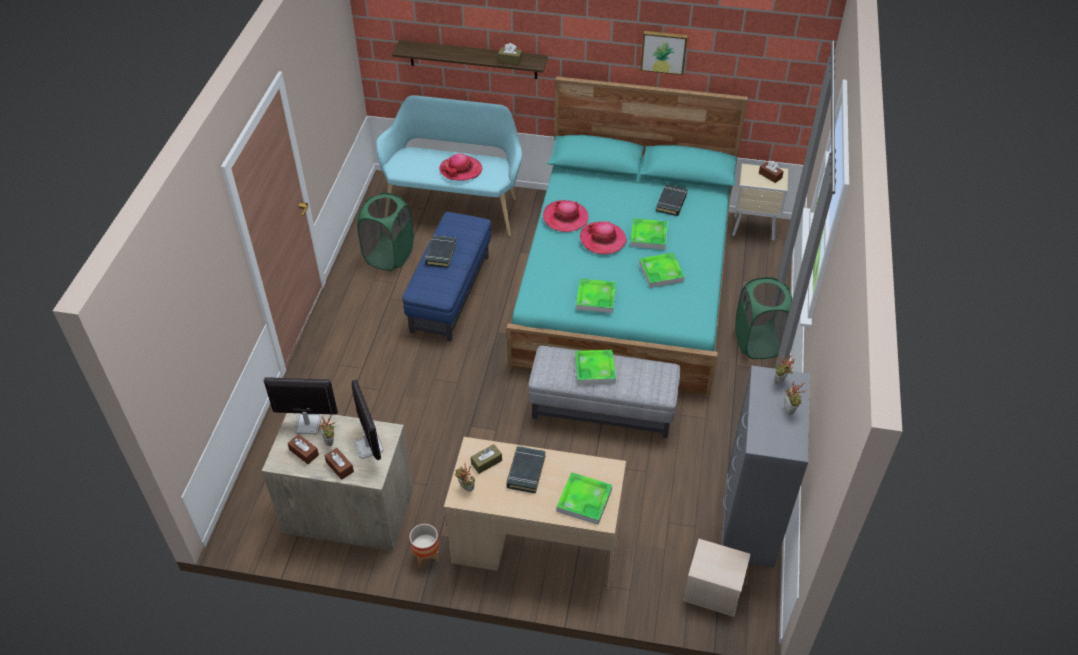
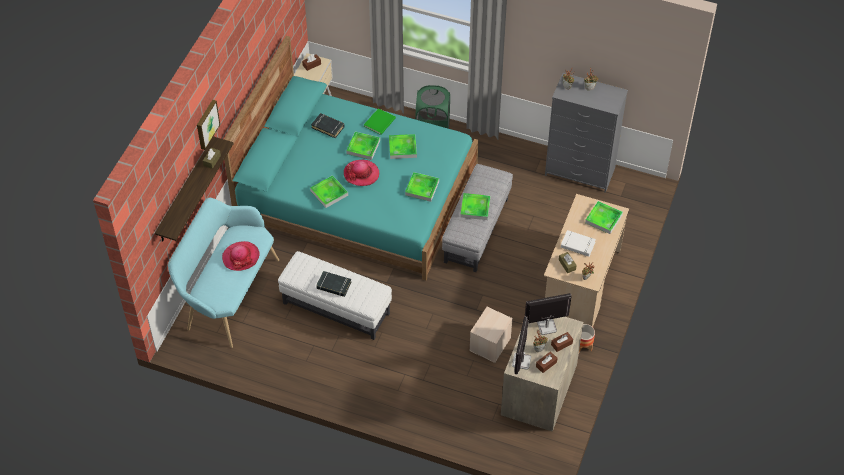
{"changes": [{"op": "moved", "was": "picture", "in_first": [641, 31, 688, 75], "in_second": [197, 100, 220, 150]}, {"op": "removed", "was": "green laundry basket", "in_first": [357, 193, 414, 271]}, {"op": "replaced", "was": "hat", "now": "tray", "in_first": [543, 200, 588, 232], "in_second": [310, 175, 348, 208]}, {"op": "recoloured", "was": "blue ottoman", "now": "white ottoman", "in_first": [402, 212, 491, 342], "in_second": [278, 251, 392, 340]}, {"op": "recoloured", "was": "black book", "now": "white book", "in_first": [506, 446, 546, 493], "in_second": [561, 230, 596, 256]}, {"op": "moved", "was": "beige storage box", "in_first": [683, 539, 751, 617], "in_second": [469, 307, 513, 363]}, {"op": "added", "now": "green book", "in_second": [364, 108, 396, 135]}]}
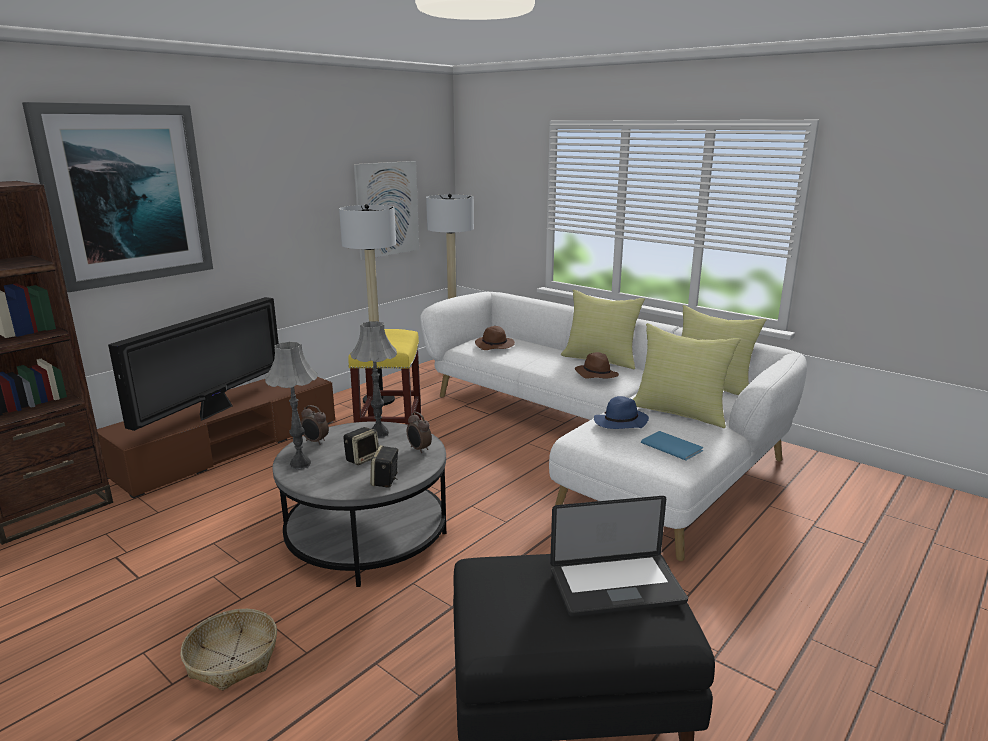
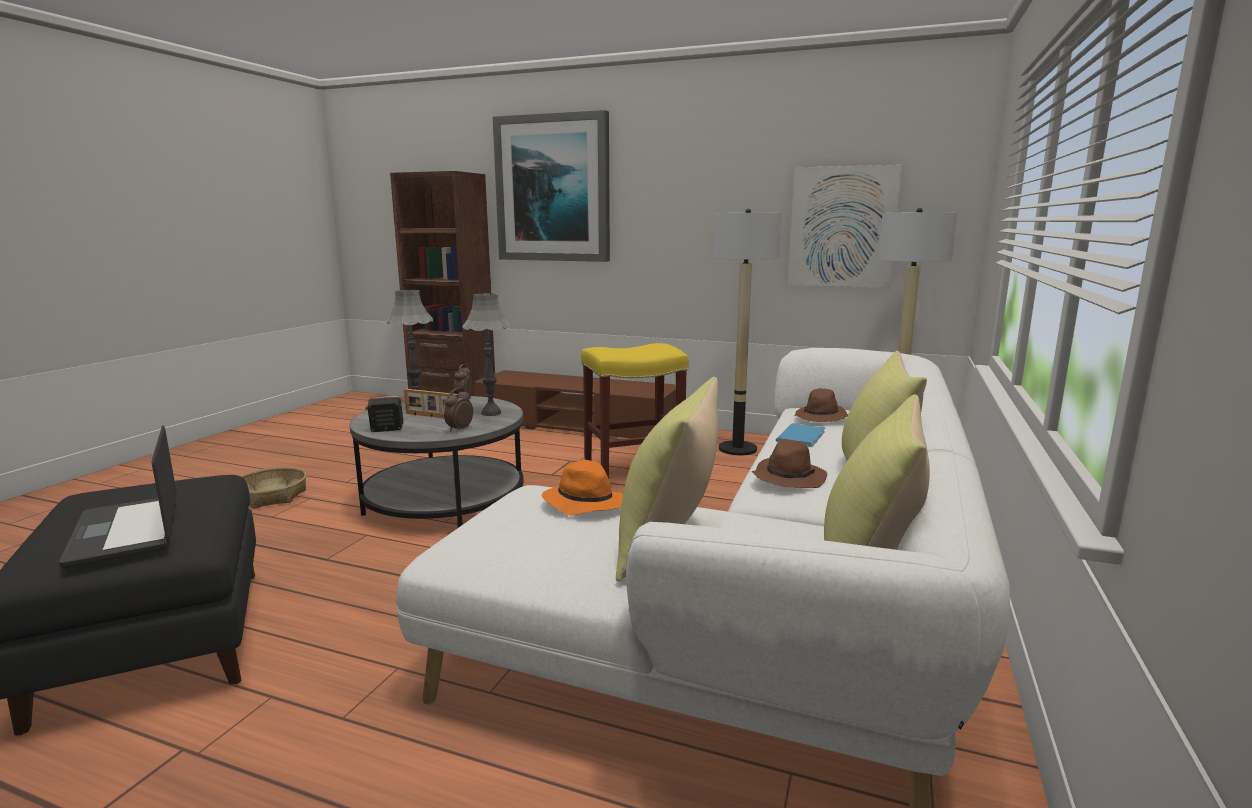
{"changes": [{"op": "removed", "was": "television", "in_first": [108, 297, 279, 431]}, {"op": "recoloured", "was": "blue hat", "now": "orange hat", "in_first": [594, 396, 649, 429], "in_second": [542, 460, 623, 515]}, {"op": "replaced", "was": "speaker", "now": "picture frame", "in_first": [343, 427, 379, 465], "in_second": [404, 389, 457, 418]}, {"op": "moved", "was": "blue book", "in_first": [641, 431, 704, 460], "in_second": [776, 423, 825, 447]}]}
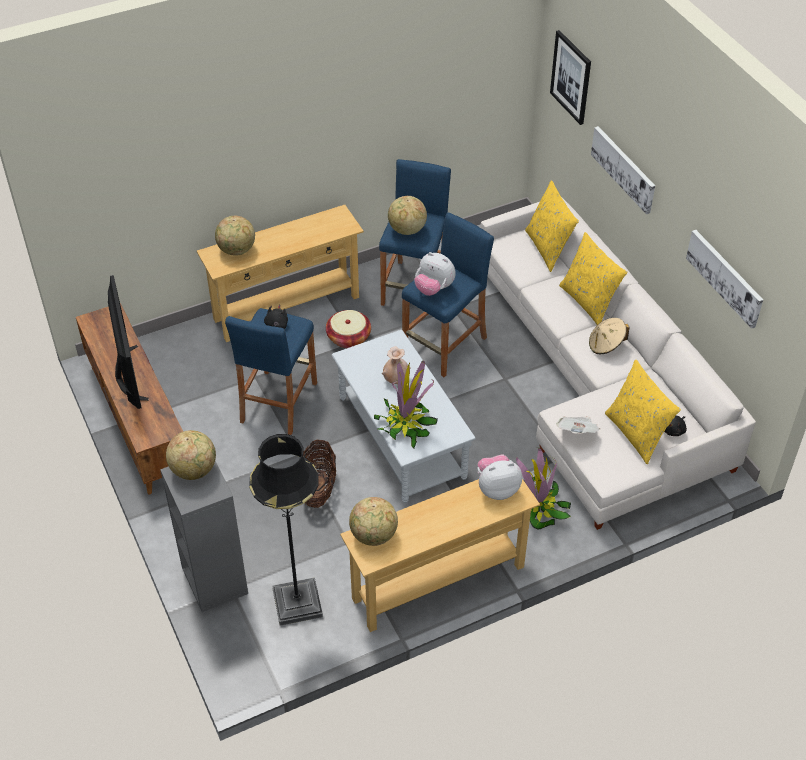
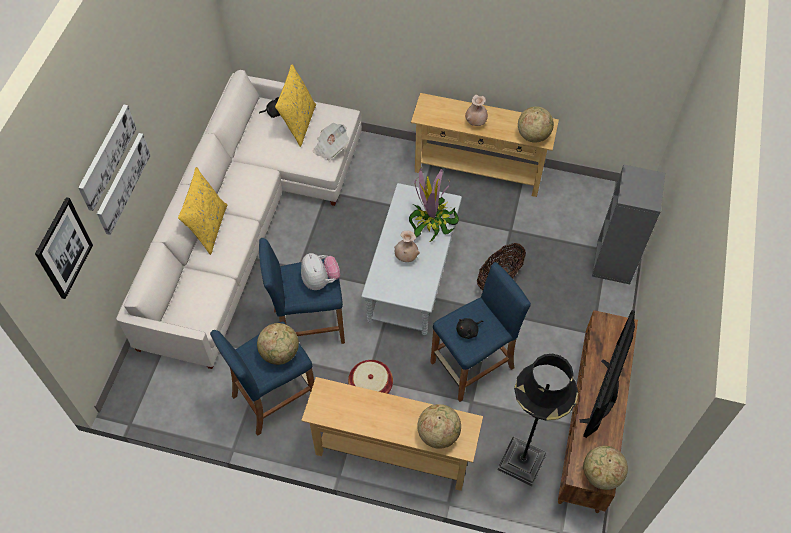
{"changes": [{"op": "removed", "was": "yellow pillow", "in_first": [525, 180, 579, 272]}, {"op": "moved", "was": "picture", "in_first": [686, 230, 763, 329], "in_second": [78, 105, 136, 211]}, {"op": "removed", "was": "beige hat", "in_first": [589, 318, 630, 354]}, {"op": "moved", "was": "globe", "in_first": [166, 430, 216, 480], "in_second": [583, 446, 628, 490]}, {"op": "moved", "was": "black floor lamp", "in_first": [249, 434, 323, 626], "in_second": [498, 354, 578, 486]}, {"op": "removed", "was": "potted plant", "in_first": [516, 447, 571, 529]}, {"op": "removed", "was": "plush toy", "in_first": [477, 454, 522, 500]}, {"op": "added", "now": "beige vase", "in_second": [465, 95, 488, 126]}]}
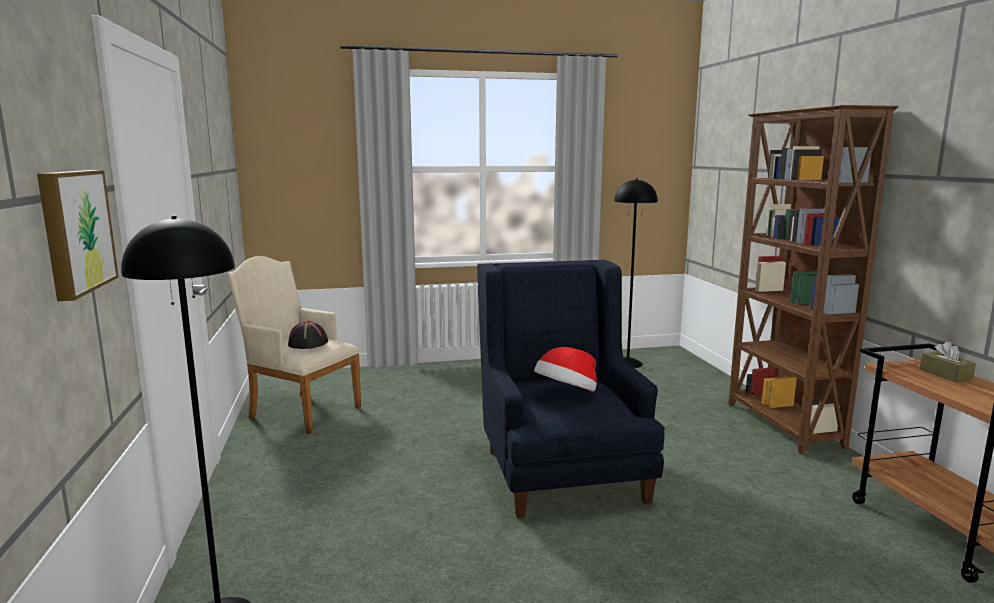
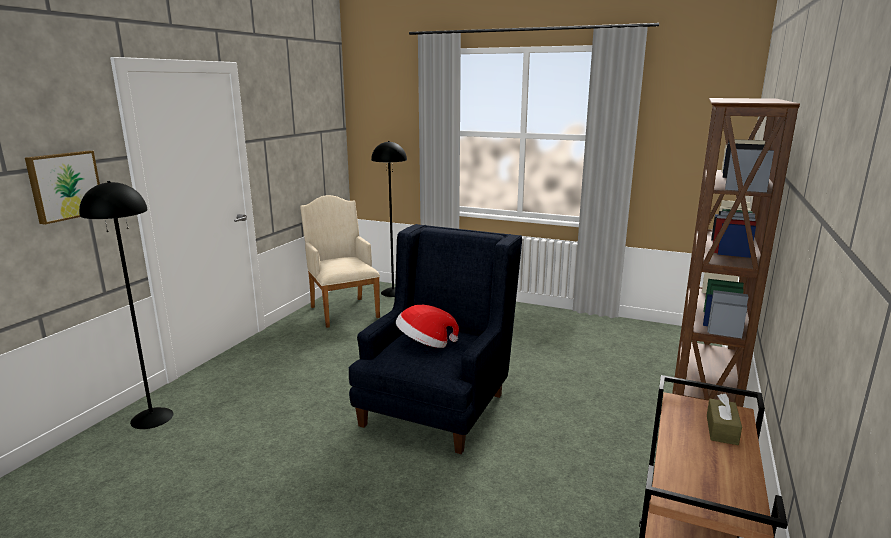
{"changes": [{"op": "moved", "was": "black floor lamp", "in_first": [614, 179, 658, 368], "in_second": [371, 141, 407, 297]}, {"op": "removed", "was": "black hat", "in_first": [288, 321, 328, 349]}]}
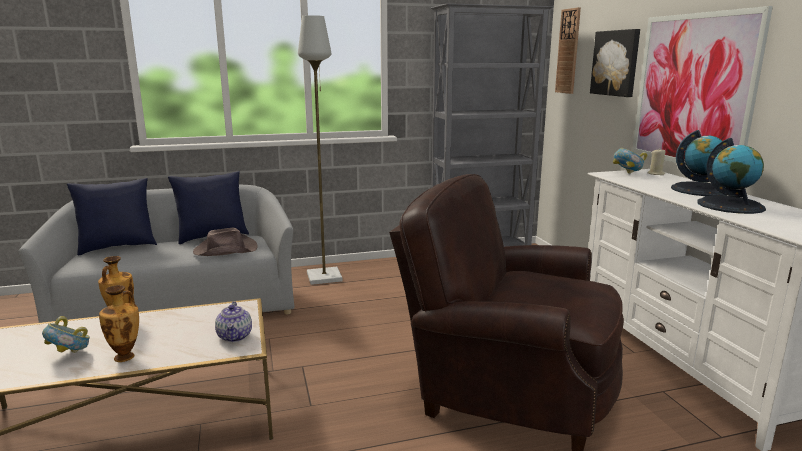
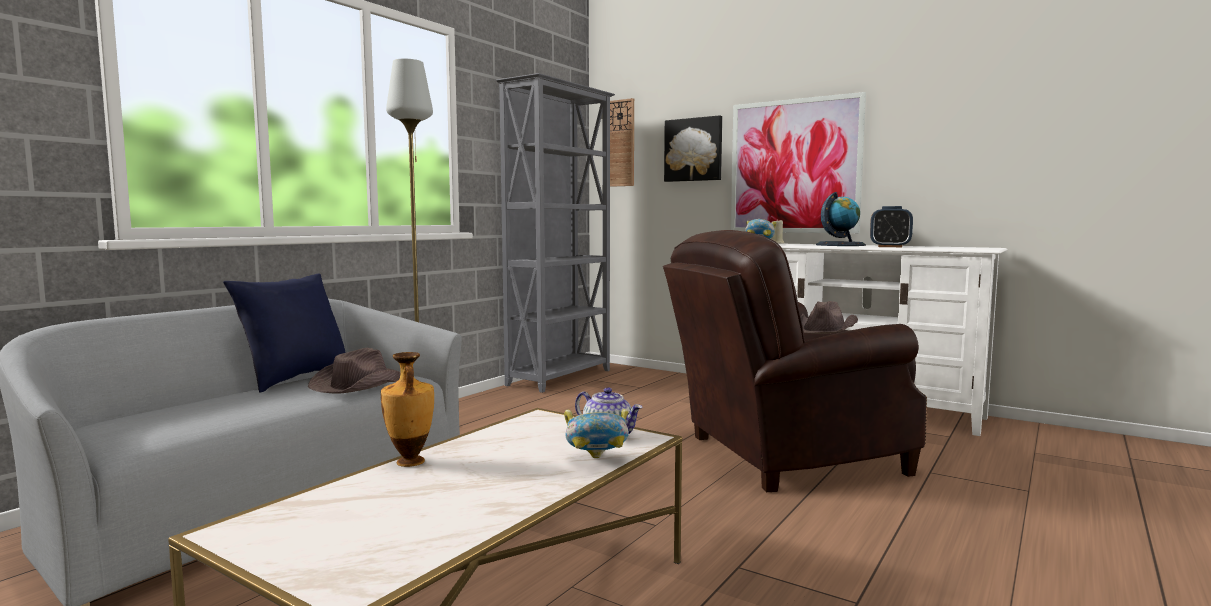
{"changes": [{"op": "replaced", "was": "globe", "now": "alarm clock", "in_first": [697, 138, 766, 214], "in_second": [870, 206, 913, 247]}, {"op": "removed", "was": "blue pillow", "in_first": [67, 178, 157, 255]}, {"op": "removed", "was": "vase", "in_first": [99, 285, 139, 362]}, {"op": "moved", "was": "bowl", "in_first": [42, 316, 90, 353], "in_second": [564, 409, 629, 458]}, {"op": "added", "now": "brown hat", "in_second": [801, 301, 858, 334]}]}
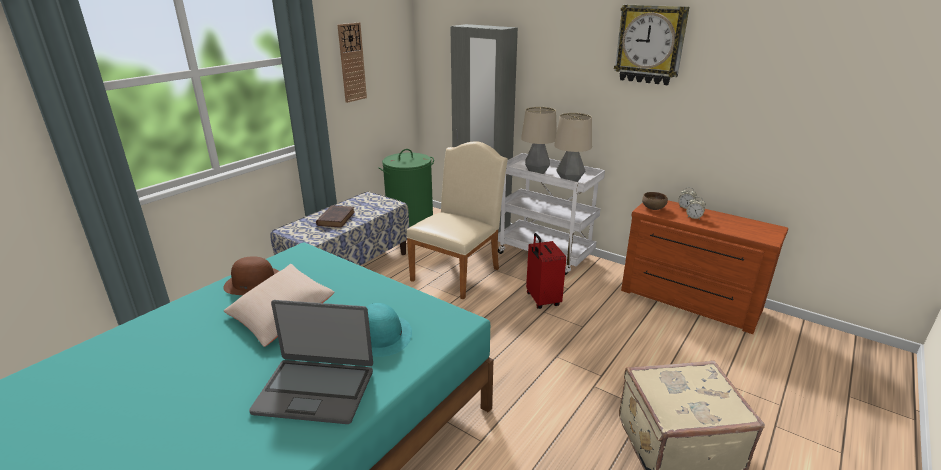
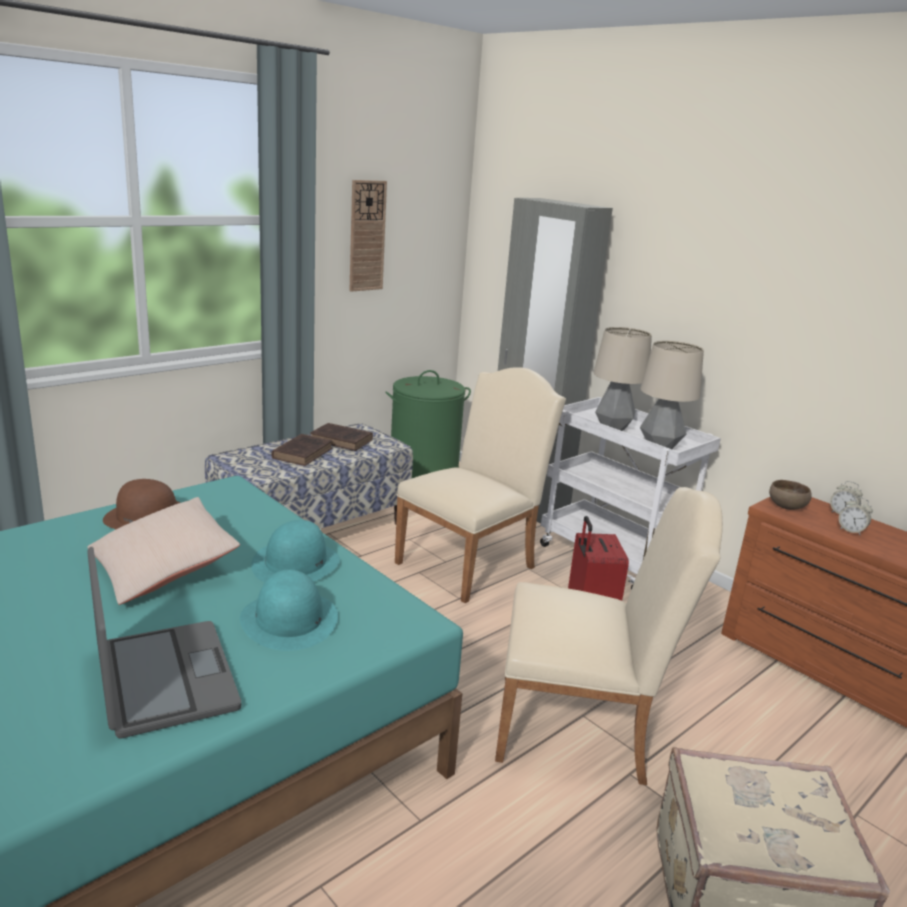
{"changes": [{"op": "removed", "was": "wall clock", "in_first": [614, 4, 689, 85]}, {"op": "turned", "was": "laptop", "in_first": [249, 300, 373, 424], "in_second": [87, 547, 241, 738], "clockwise": -135}, {"op": "added", "now": "brown book", "in_second": [310, 423, 373, 451]}, {"op": "added", "now": "beige chair", "in_second": [495, 487, 723, 785]}, {"op": "added", "now": "turquoise hat", "in_second": [251, 520, 340, 583]}]}
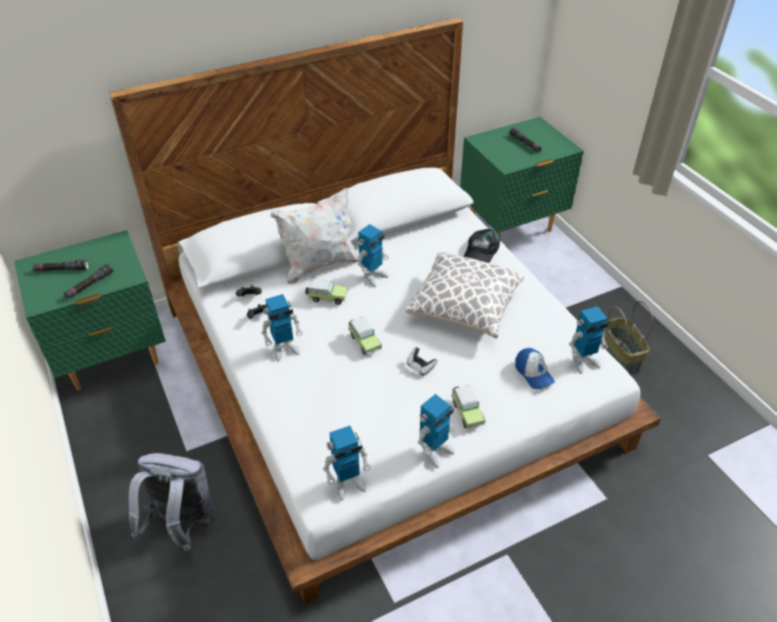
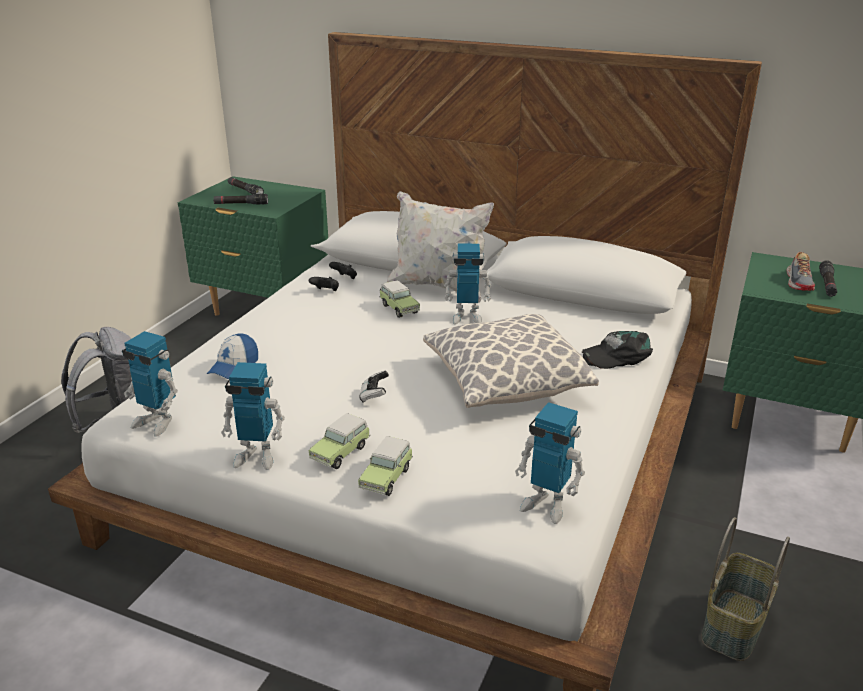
{"changes": [{"op": "removed", "was": "toy robot", "in_first": [261, 294, 303, 362]}, {"op": "moved", "was": "toy car", "in_first": [348, 317, 382, 355], "in_second": [358, 436, 413, 496]}, {"op": "moved", "was": "cap", "in_first": [515, 348, 555, 389], "in_second": [207, 333, 258, 379]}, {"op": "added", "now": "shoe", "in_second": [787, 252, 815, 291]}]}
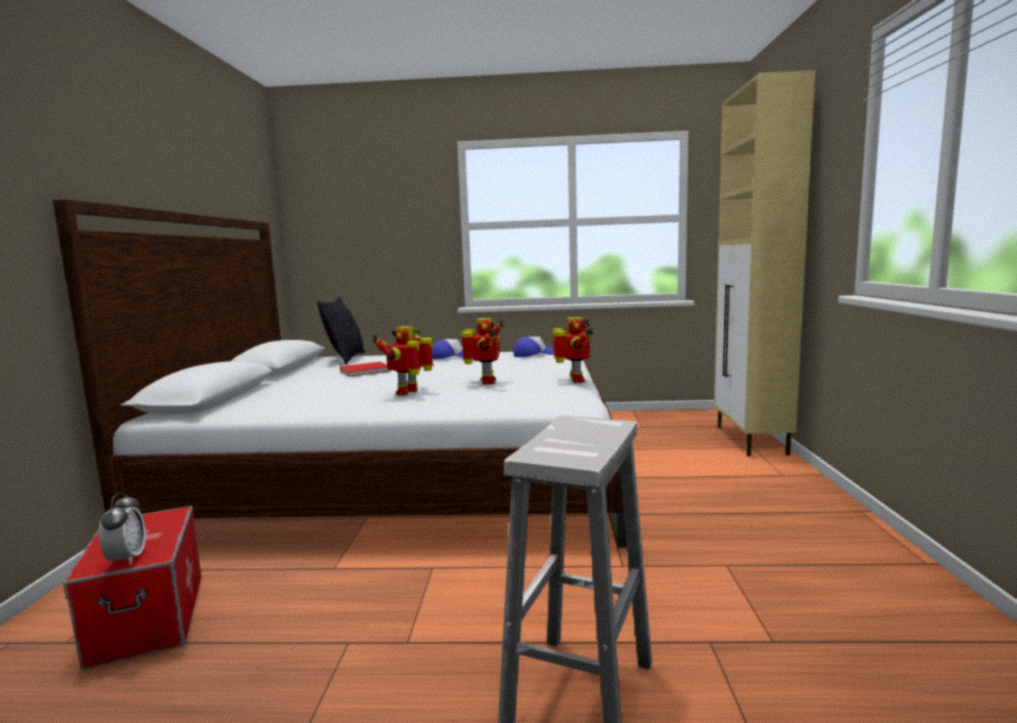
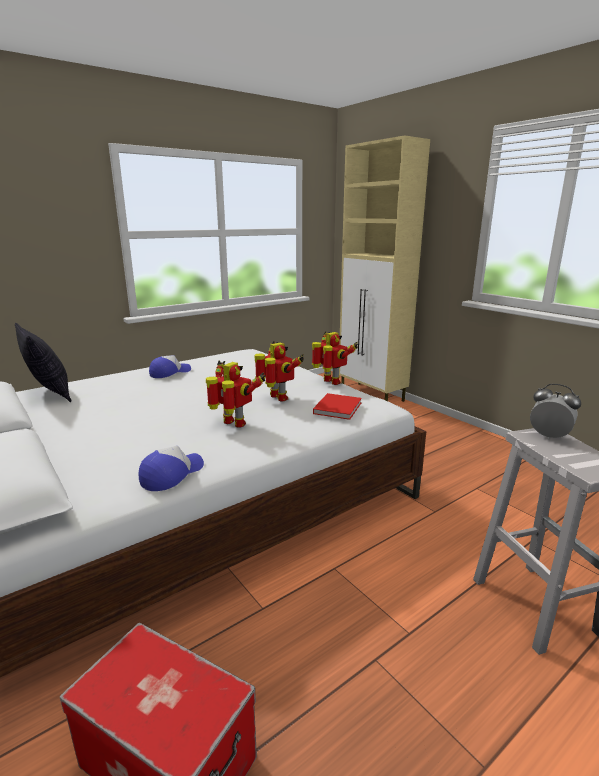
{"changes": [{"op": "turned", "was": "toy robot", "in_first": [372, 326, 434, 396], "in_second": [206, 361, 266, 428], "clockwise": 135}, {"op": "moved", "was": "cap", "in_first": [513, 337, 554, 357], "in_second": [139, 446, 204, 491]}, {"op": "moved", "was": "red book", "in_first": [340, 362, 391, 377], "in_second": [313, 393, 362, 420]}, {"op": "moved", "was": "alarm clock", "in_first": [98, 492, 146, 565], "in_second": [530, 384, 581, 438]}]}
